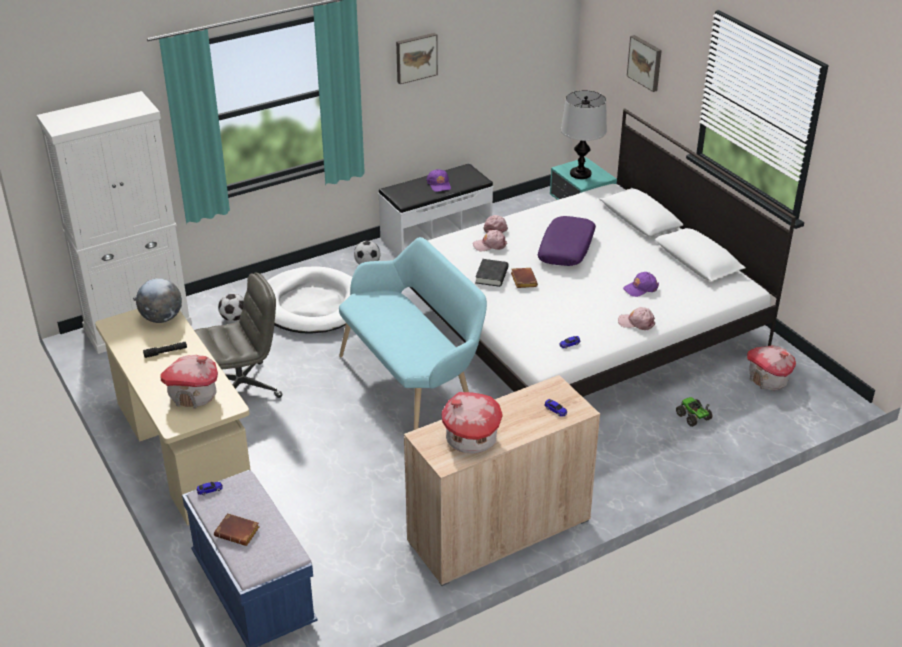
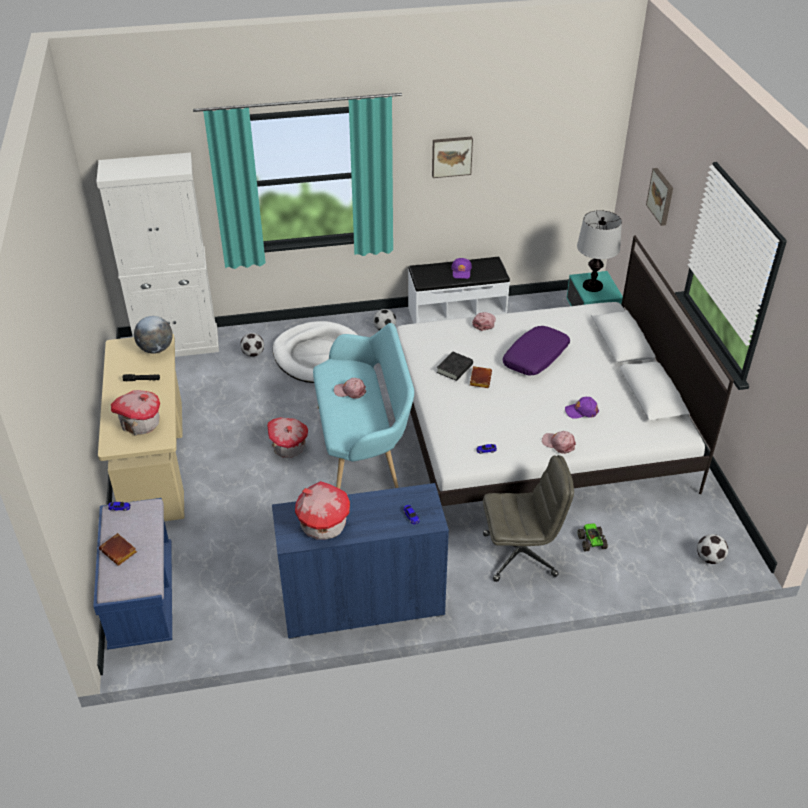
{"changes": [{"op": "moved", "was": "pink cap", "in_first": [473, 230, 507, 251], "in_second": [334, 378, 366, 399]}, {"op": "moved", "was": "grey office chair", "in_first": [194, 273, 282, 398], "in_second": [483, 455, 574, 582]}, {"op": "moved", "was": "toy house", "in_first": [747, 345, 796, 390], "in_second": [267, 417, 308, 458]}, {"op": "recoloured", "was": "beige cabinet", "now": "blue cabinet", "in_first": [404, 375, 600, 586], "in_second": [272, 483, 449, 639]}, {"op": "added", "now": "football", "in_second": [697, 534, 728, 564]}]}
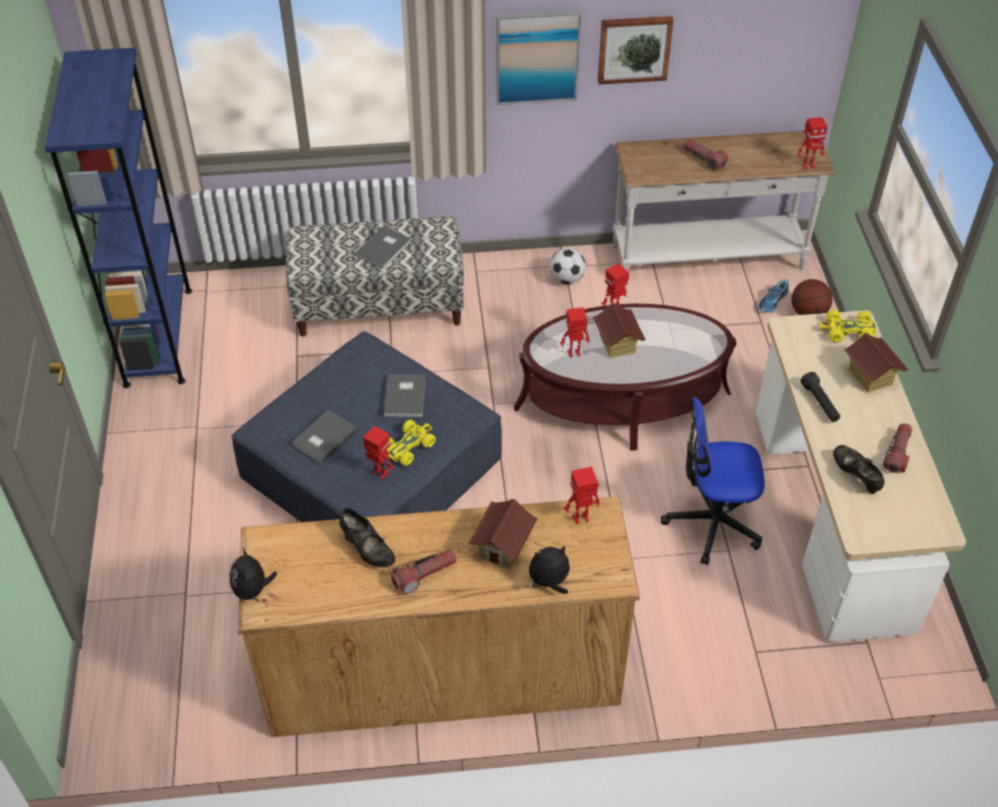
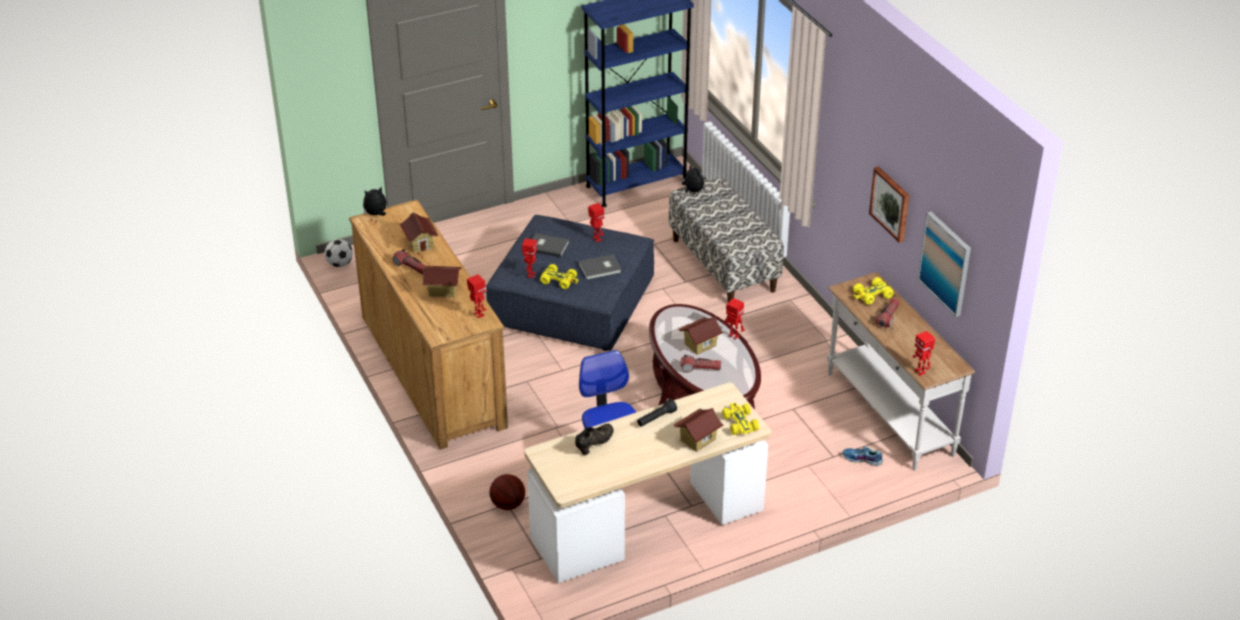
{"changes": [{"op": "moved", "was": "picture", "in_first": [496, 10, 581, 105], "in_second": [918, 212, 971, 317]}, {"op": "removed", "was": "grey book", "in_first": [355, 226, 411, 269]}, {"op": "moved", "was": "football", "in_first": [550, 248, 586, 284], "in_second": [325, 239, 353, 267]}, {"op": "moved", "was": "basketball", "in_first": [791, 279, 833, 315], "in_second": [489, 474, 525, 510]}, {"op": "moved", "was": "toy robot", "in_first": [560, 307, 589, 358], "in_second": [588, 203, 604, 242]}, {"op": "moved", "was": "flashlight", "in_first": [883, 423, 912, 473], "in_second": [680, 354, 721, 372]}, {"op": "replaced", "was": "black shoe", "now": "toy house", "in_first": [339, 508, 395, 567], "in_second": [400, 212, 438, 253]}, {"op": "moved", "was": "plush toy", "in_first": [529, 546, 570, 594], "in_second": [681, 164, 704, 193]}, {"op": "added", "now": "yellow toy car", "in_second": [853, 277, 894, 305]}]}
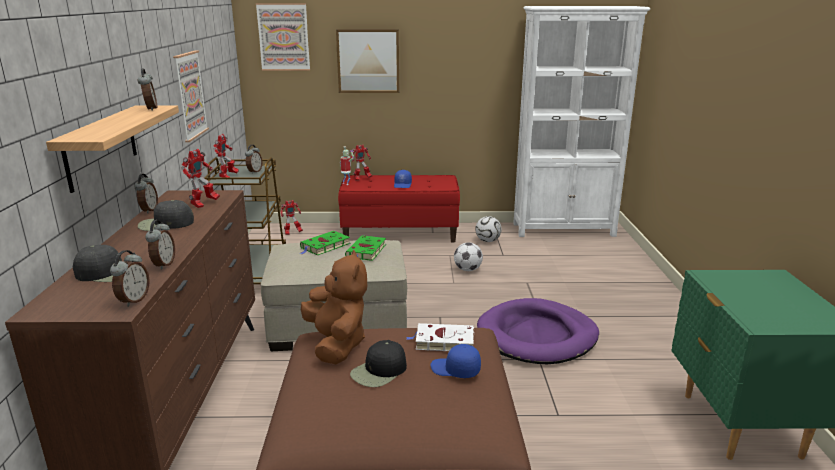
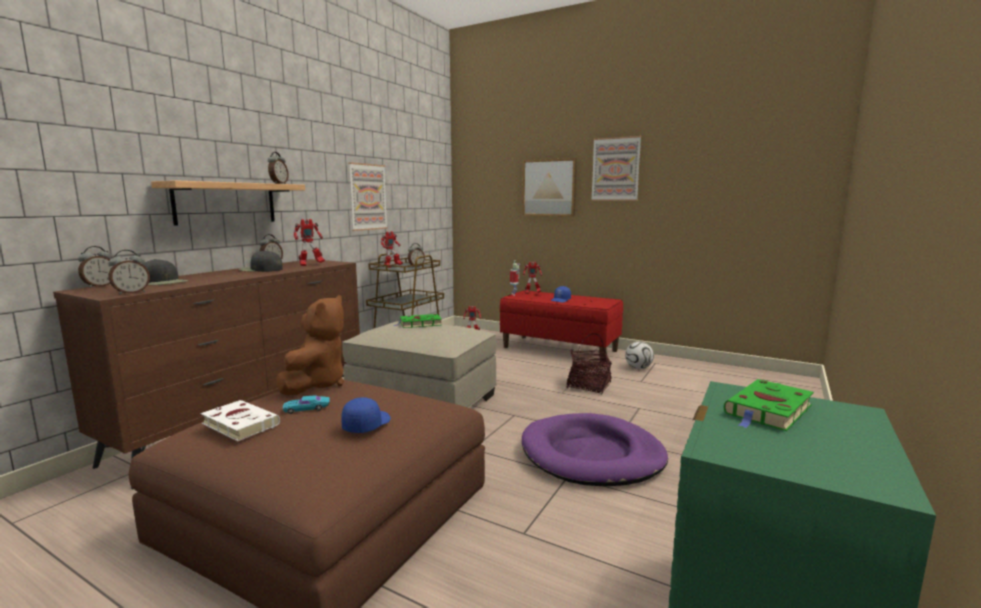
{"changes": [{"op": "moved", "was": "picture", "in_first": [256, 3, 310, 71], "in_second": [591, 136, 641, 201]}, {"op": "removed", "was": "white bookcase", "in_first": [513, 6, 650, 237]}, {"op": "moved", "was": "alarm clock", "in_first": [145, 220, 175, 270], "in_second": [78, 246, 114, 288]}, {"op": "moved", "was": "green book", "in_first": [345, 235, 386, 261], "in_second": [724, 379, 814, 431]}, {"op": "replaced", "was": "football", "now": "basket", "in_first": [454, 242, 483, 271], "in_second": [567, 333, 612, 394]}, {"op": "moved", "was": "white book", "in_first": [406, 323, 474, 351], "in_second": [201, 400, 280, 441]}, {"op": "replaced", "was": "black cap", "now": "turquoise toy car", "in_first": [350, 340, 407, 387], "in_second": [283, 395, 330, 414]}, {"op": "turned", "was": "blue cap", "in_first": [431, 344, 481, 378], "in_second": [341, 397, 391, 433], "clockwise": 60}]}
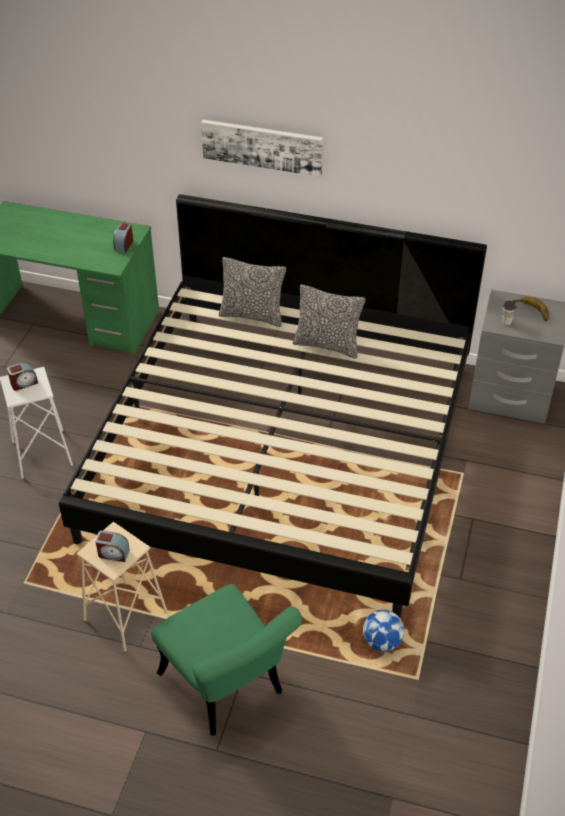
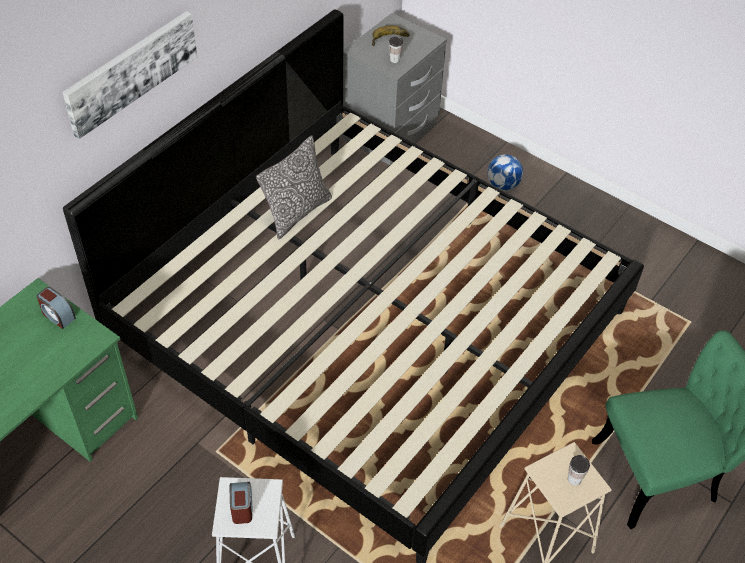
{"changes": [{"op": "removed", "was": "pillow", "in_first": [219, 257, 286, 327]}, {"op": "replaced", "was": "alarm clock", "now": "cup", "in_first": [95, 530, 130, 562], "in_second": [568, 455, 590, 485]}, {"op": "moved", "was": "football", "in_first": [363, 610, 404, 651], "in_second": [487, 154, 523, 190]}]}
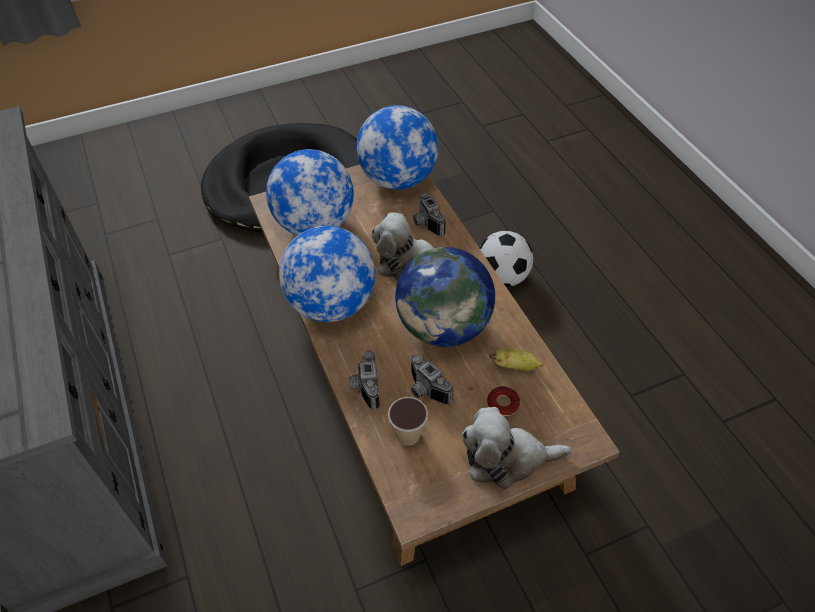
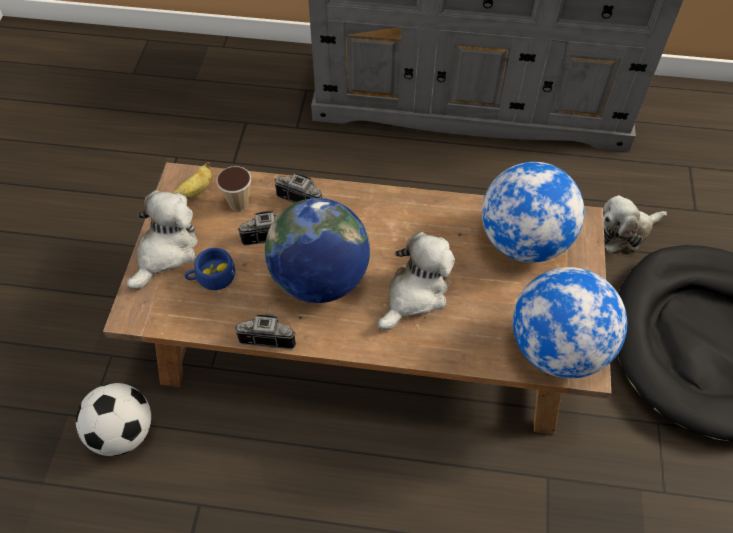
{"changes": [{"op": "moved", "was": "photo camera", "in_first": [413, 192, 445, 236], "in_second": [234, 313, 296, 349]}, {"op": "removed", "was": "globe", "in_first": [279, 226, 375, 322]}, {"op": "moved", "was": "football", "in_first": [479, 231, 533, 287], "in_second": [76, 383, 151, 456]}, {"op": "moved", "was": "banana", "in_first": [489, 348, 543, 371], "in_second": [172, 162, 212, 199]}, {"op": "replaced", "was": "donut", "now": "blue cup", "in_first": [487, 386, 520, 416], "in_second": [185, 248, 236, 290]}, {"op": "added", "now": "plush toy", "in_second": [603, 195, 667, 254]}]}
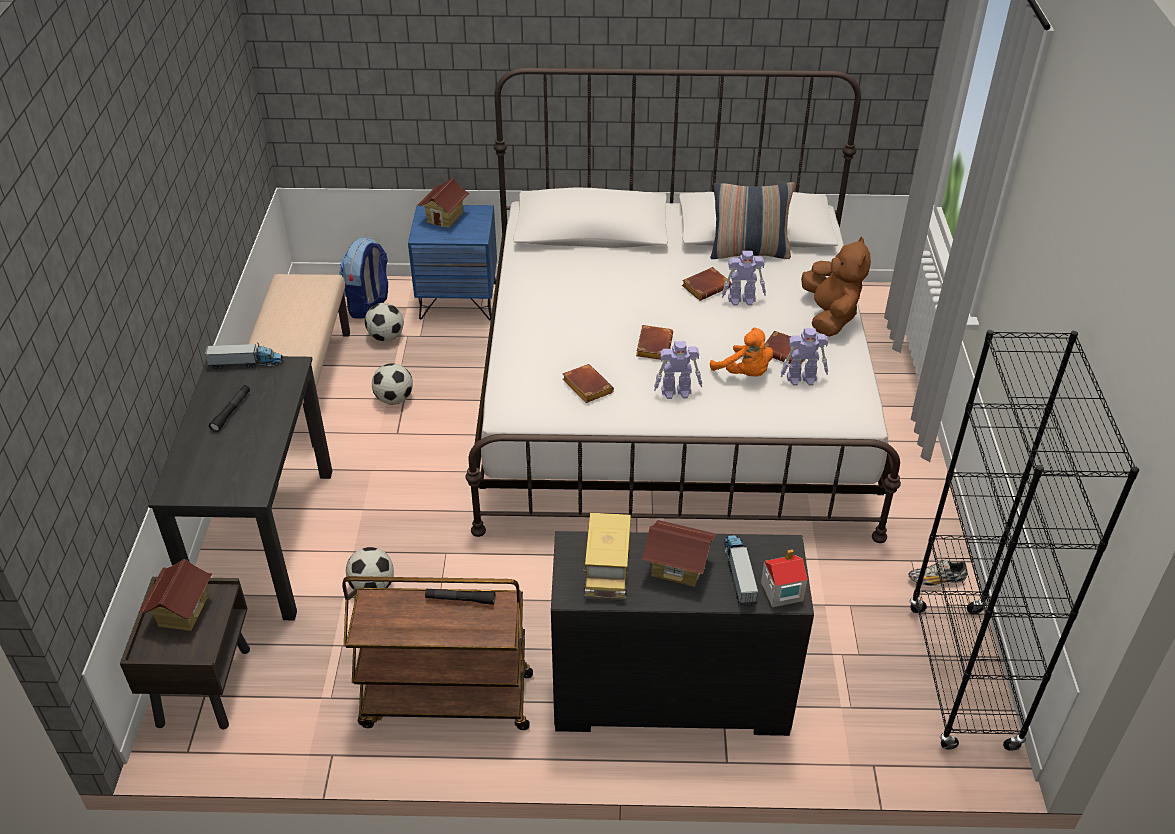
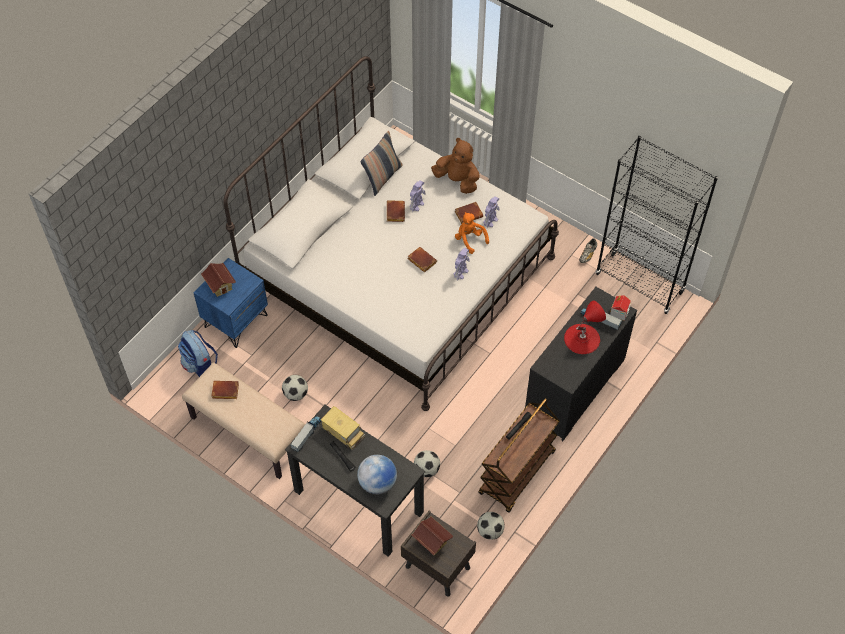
{"changes": [{"op": "moved", "was": "football", "in_first": [365, 303, 403, 341], "in_second": [477, 512, 505, 540]}, {"op": "turned", "was": "orange plush toy", "in_first": [710, 327, 773, 377], "in_second": [455, 212, 489, 254], "clockwise": -120}, {"op": "moved", "was": "brown book", "in_first": [562, 364, 614, 403], "in_second": [212, 381, 239, 399]}, {"op": "moved", "was": "toy truck", "in_first": [583, 513, 631, 601], "in_second": [320, 406, 365, 451]}, {"op": "replaced", "was": "toy house", "now": "red table lamp", "in_first": [642, 520, 716, 587], "in_second": [564, 300, 606, 354]}, {"op": "added", "now": "globe", "in_second": [357, 455, 397, 495]}]}
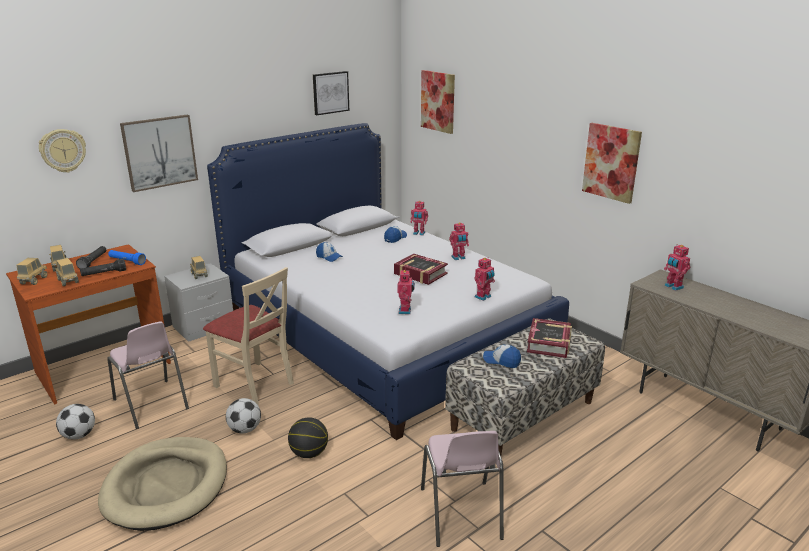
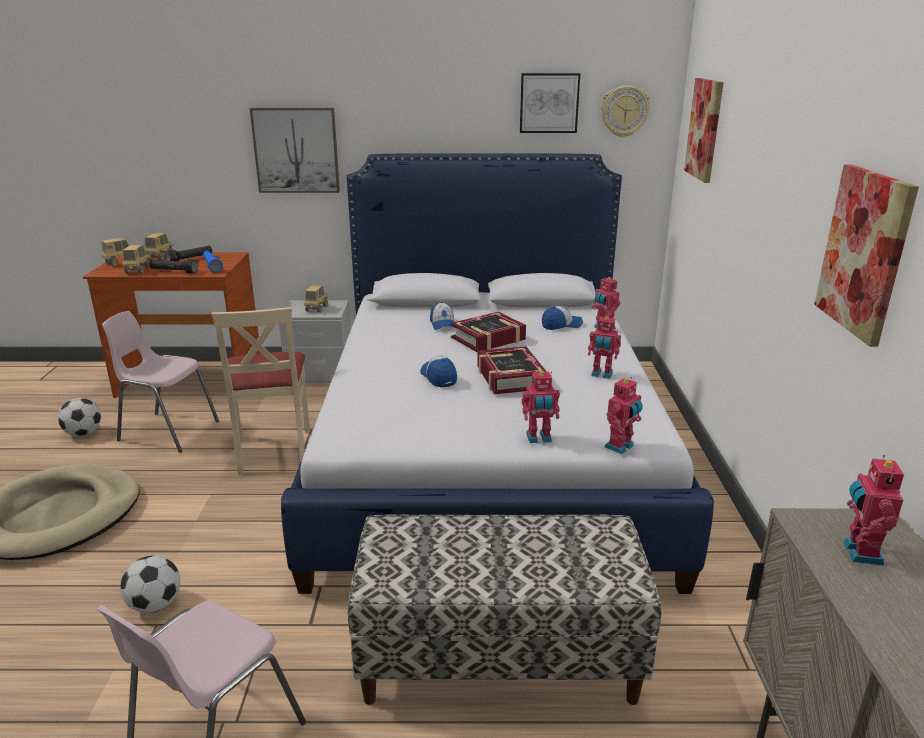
{"changes": [{"op": "moved", "was": "wall clock", "in_first": [39, 129, 86, 173], "in_second": [601, 85, 650, 137]}, {"op": "moved", "was": "toy robot", "in_first": [398, 270, 415, 314], "in_second": [605, 377, 643, 454]}, {"op": "moved", "was": "book", "in_first": [527, 318, 572, 358], "in_second": [451, 312, 526, 352]}, {"op": "turned", "was": "pink chair", "in_first": [107, 321, 189, 429], "in_second": [102, 311, 219, 453], "clockwise": 105}, {"op": "moved", "was": "cap", "in_first": [483, 344, 521, 368], "in_second": [420, 356, 457, 388]}, {"op": "moved", "was": "football", "in_first": [226, 398, 261, 433], "in_second": [120, 555, 180, 613]}, {"op": "removed", "was": "basketball", "in_first": [288, 417, 328, 458]}]}
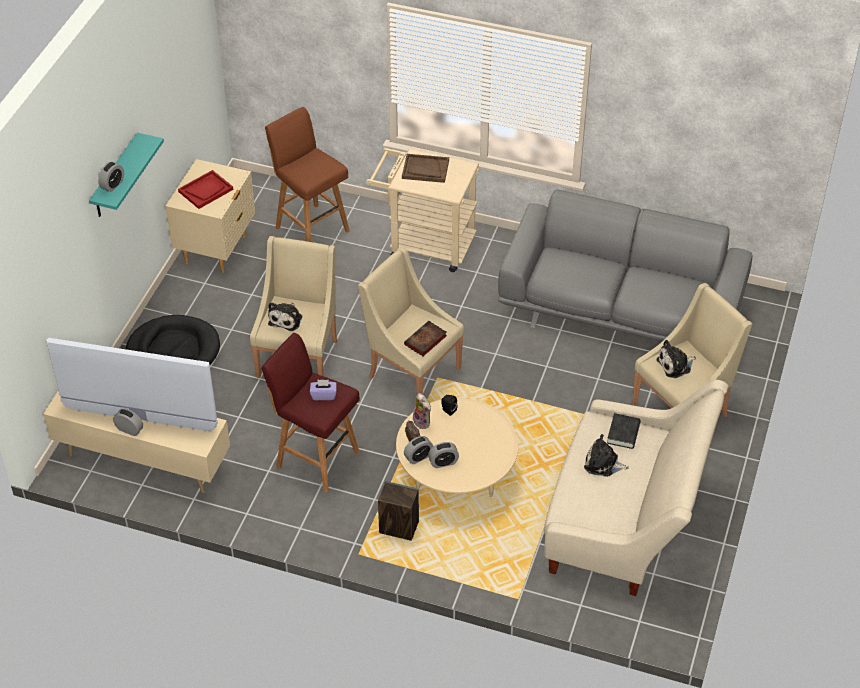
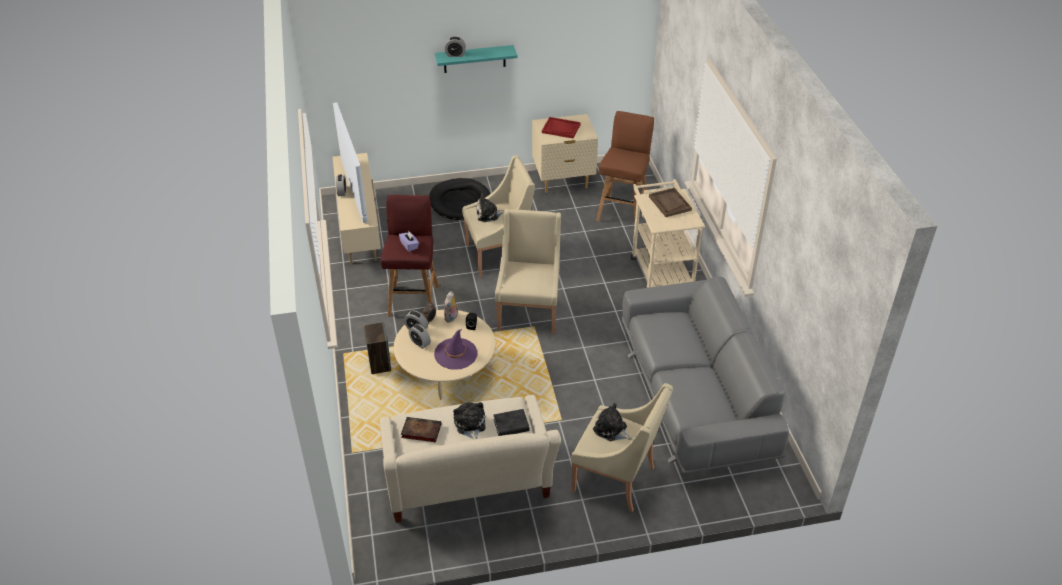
{"changes": [{"op": "moved", "was": "book", "in_first": [404, 321, 447, 356], "in_second": [401, 417, 441, 442]}, {"op": "added", "now": "purple hat", "in_second": [434, 329, 477, 370]}]}
